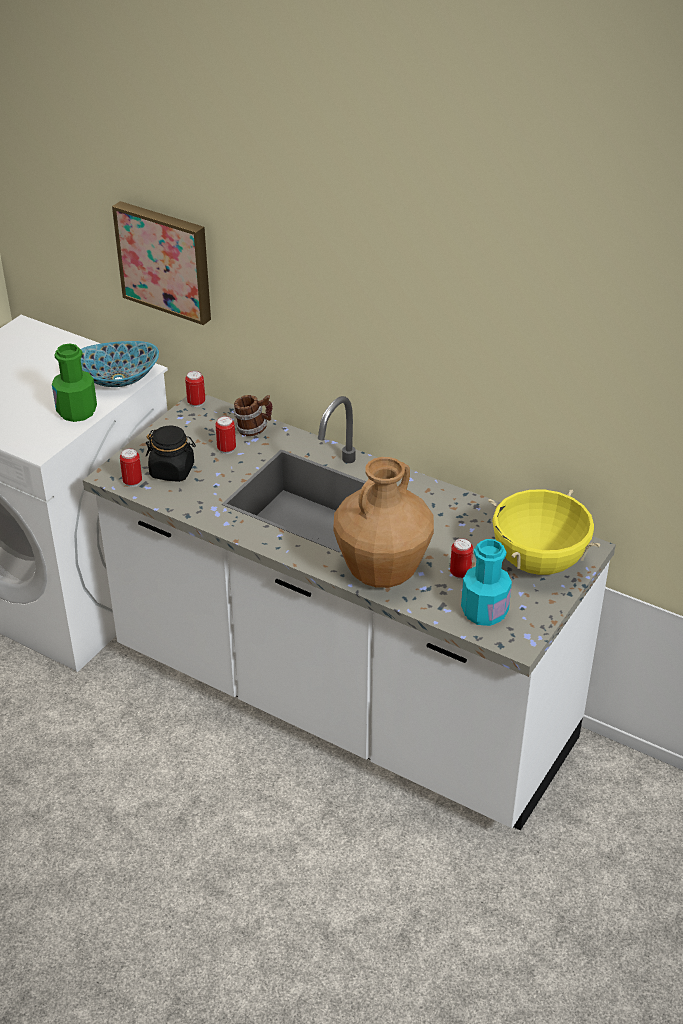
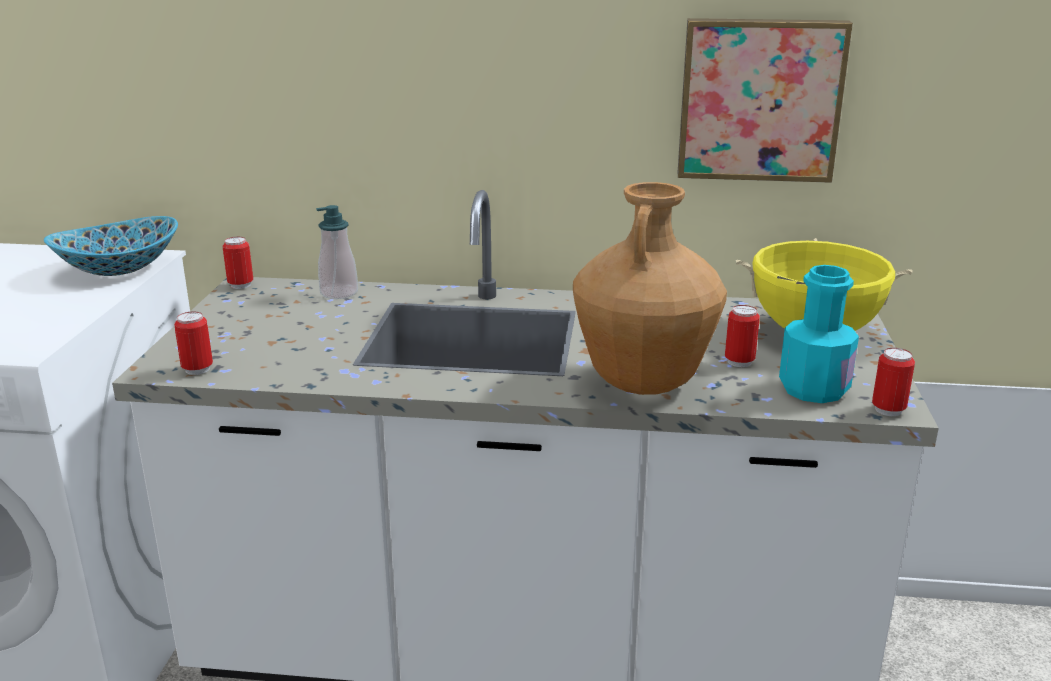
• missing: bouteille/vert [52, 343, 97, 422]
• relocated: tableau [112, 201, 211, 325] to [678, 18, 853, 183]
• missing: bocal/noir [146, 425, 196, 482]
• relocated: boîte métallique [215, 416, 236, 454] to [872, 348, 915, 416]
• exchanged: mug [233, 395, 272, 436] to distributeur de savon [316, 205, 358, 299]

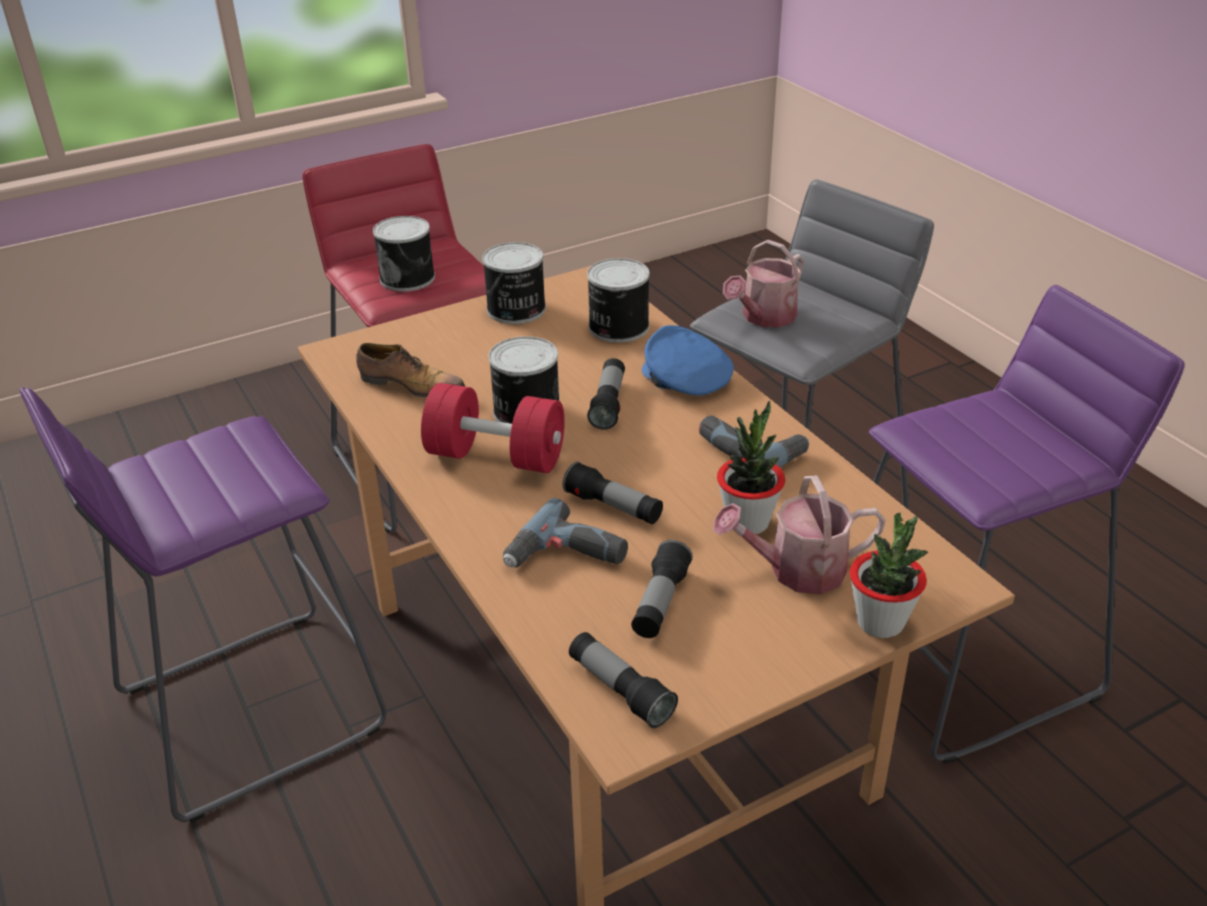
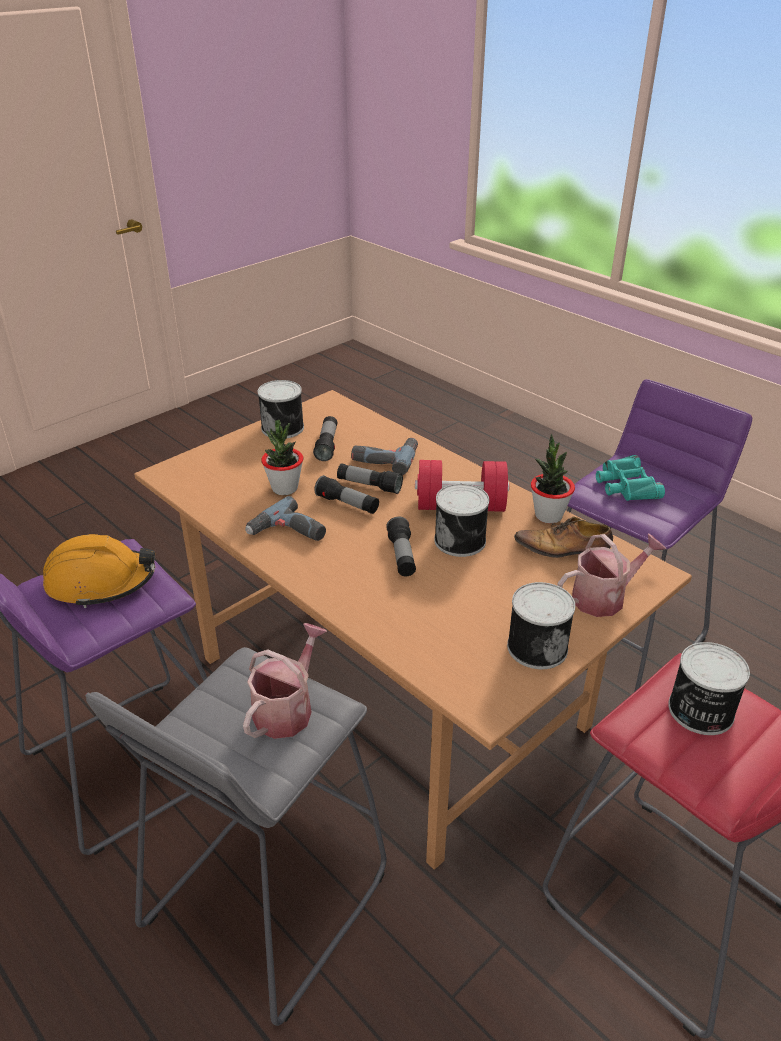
• relocated: lampe de poche [569, 632, 678, 728] to [314, 475, 379, 514]
• relocated: boîte métallique [587, 258, 650, 343] to [258, 380, 304, 439]
• missing: casquette/bleu [642, 325, 734, 396]
• relocated: arrosoir [713, 475, 886, 594] to [557, 534, 666, 617]
• relocated: plante en pot [849, 513, 929, 638] to [531, 434, 575, 523]
• appeared: casque de chantier/orange [43, 534, 155, 608]
• appeared: jumelles/turquoise [596, 455, 665, 501]

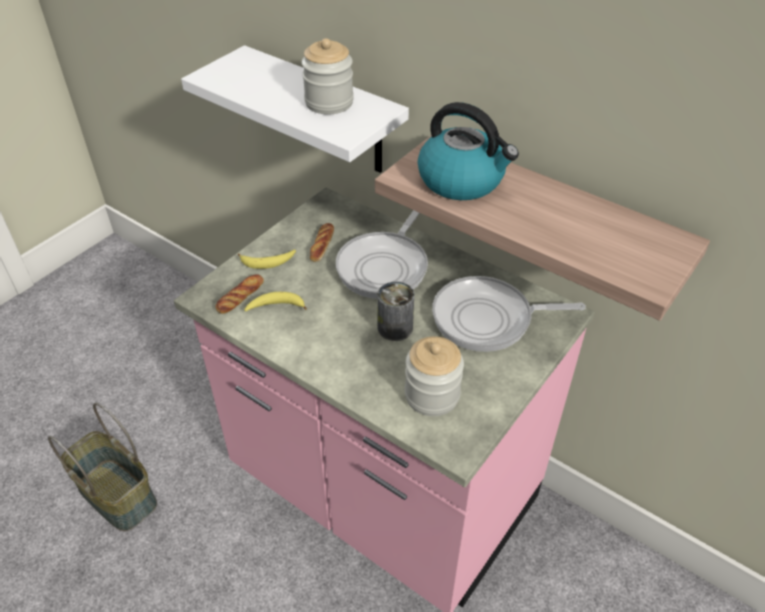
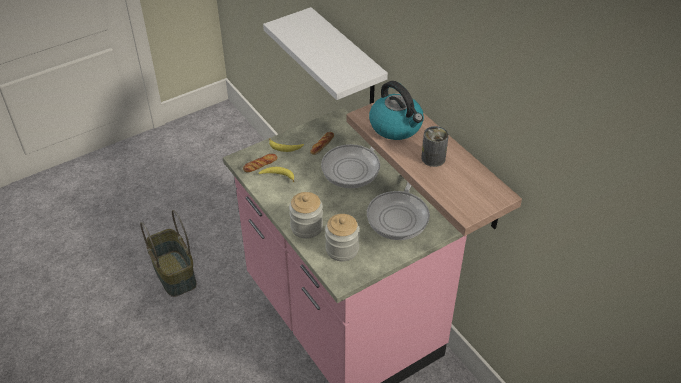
• relocated: bocal [301, 38, 354, 114] to [289, 192, 323, 239]
• relocated: boîte métallique [377, 281, 414, 341] to [421, 126, 449, 167]
• spun: poêle [432, 276, 586, 352] = [367, 182, 430, 240] 90 degrees counterclockwise

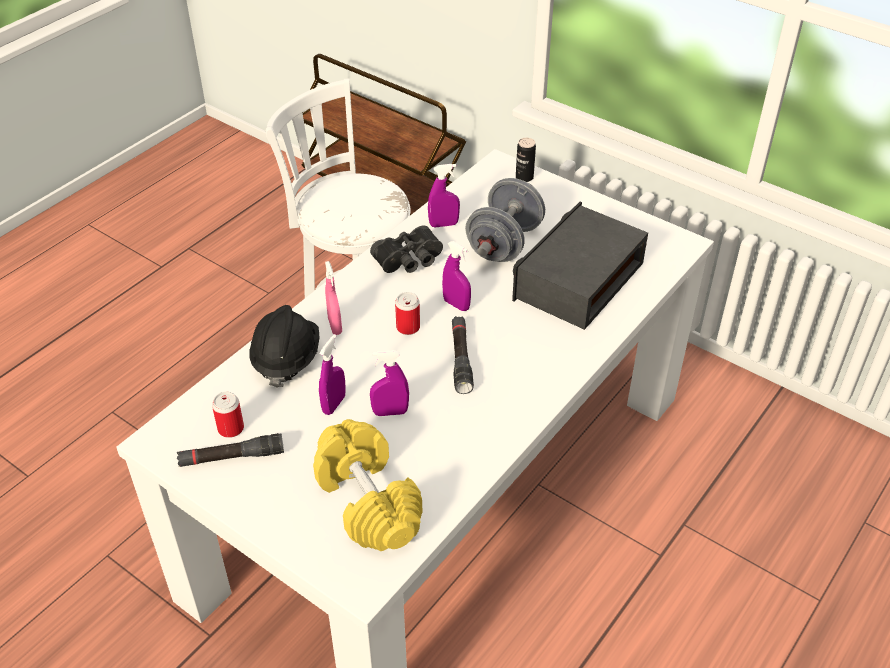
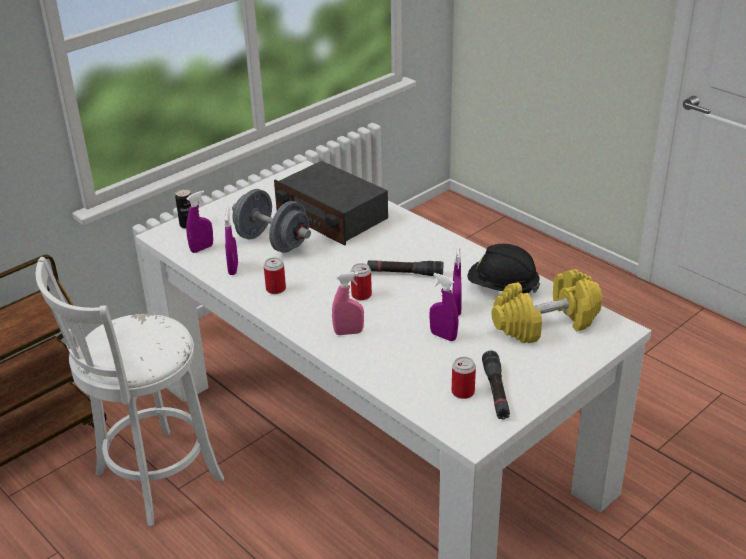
• relocated: casque de chantier/noir [249, 305, 320, 388] to [468, 244, 541, 293]
• exchanged: jumelles/noir [370, 225, 443, 273] to boîte métallique [264, 257, 286, 294]
• relocated: vaporisateur/violet [442, 241, 471, 311] to [186, 190, 213, 253]

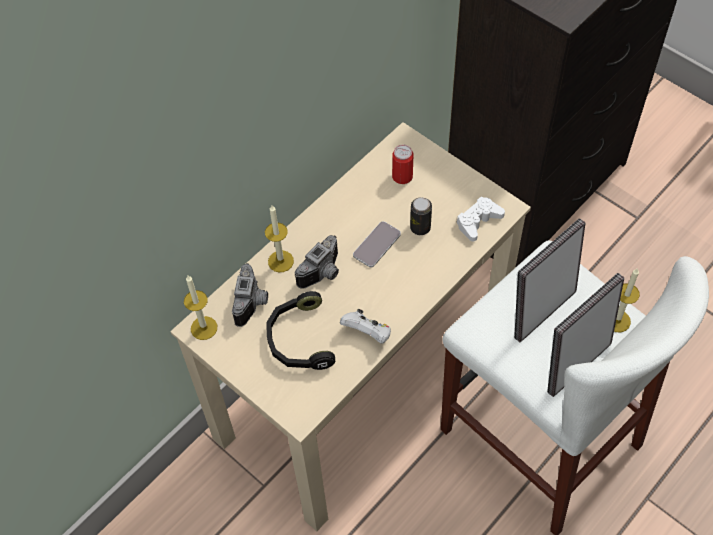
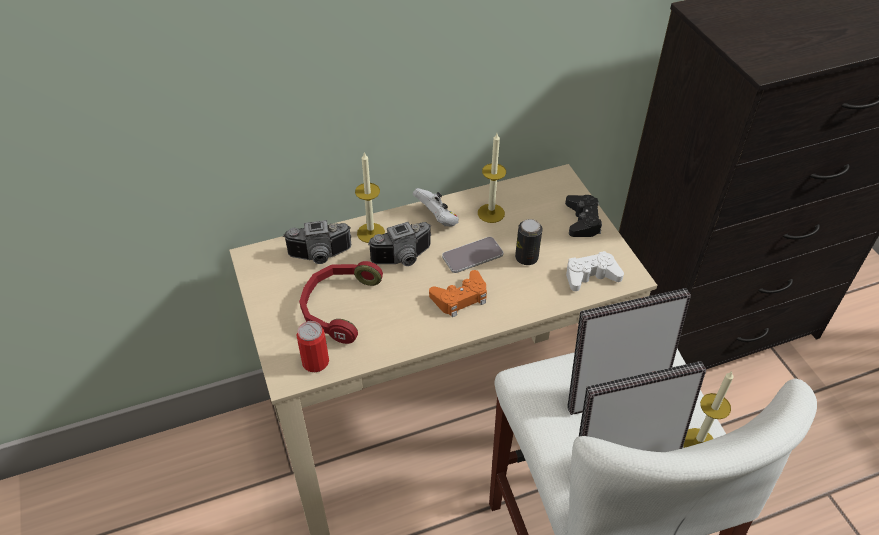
• relocated: bougie [184, 276, 217, 340] to [478, 133, 506, 223]
• spun: appareil photo [232, 263, 268, 327] = [283, 220, 352, 264] 45 degrees clockwise
• colour: casque audio/noir [266, 291, 335, 370] to casque audio/rouge [299, 261, 383, 344]
• relocated: manette/blanc [340, 309, 391, 344] to [413, 188, 459, 226]
• relocated: boîte métallique [392, 145, 414, 184] to [297, 321, 329, 372]
• appeared: manette/orange [429, 270, 487, 317]
• appeared: manette/noir [565, 195, 602, 237]

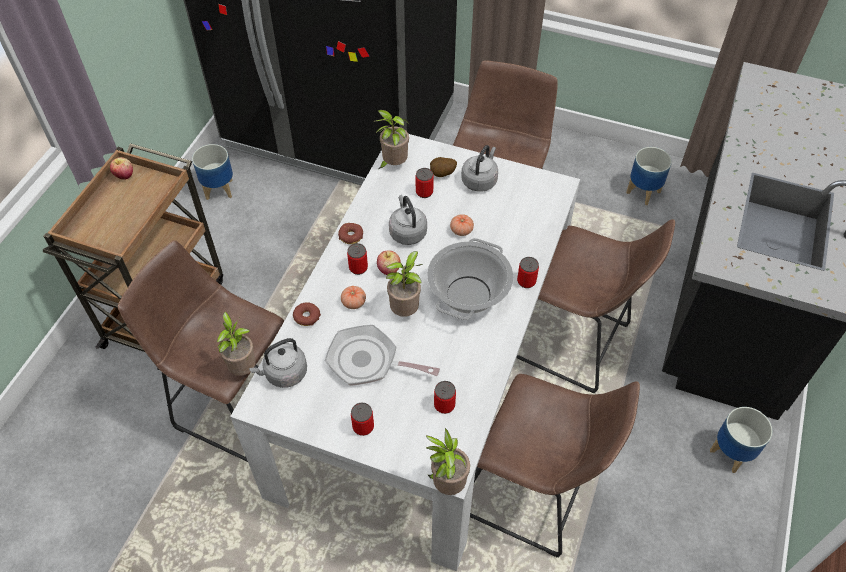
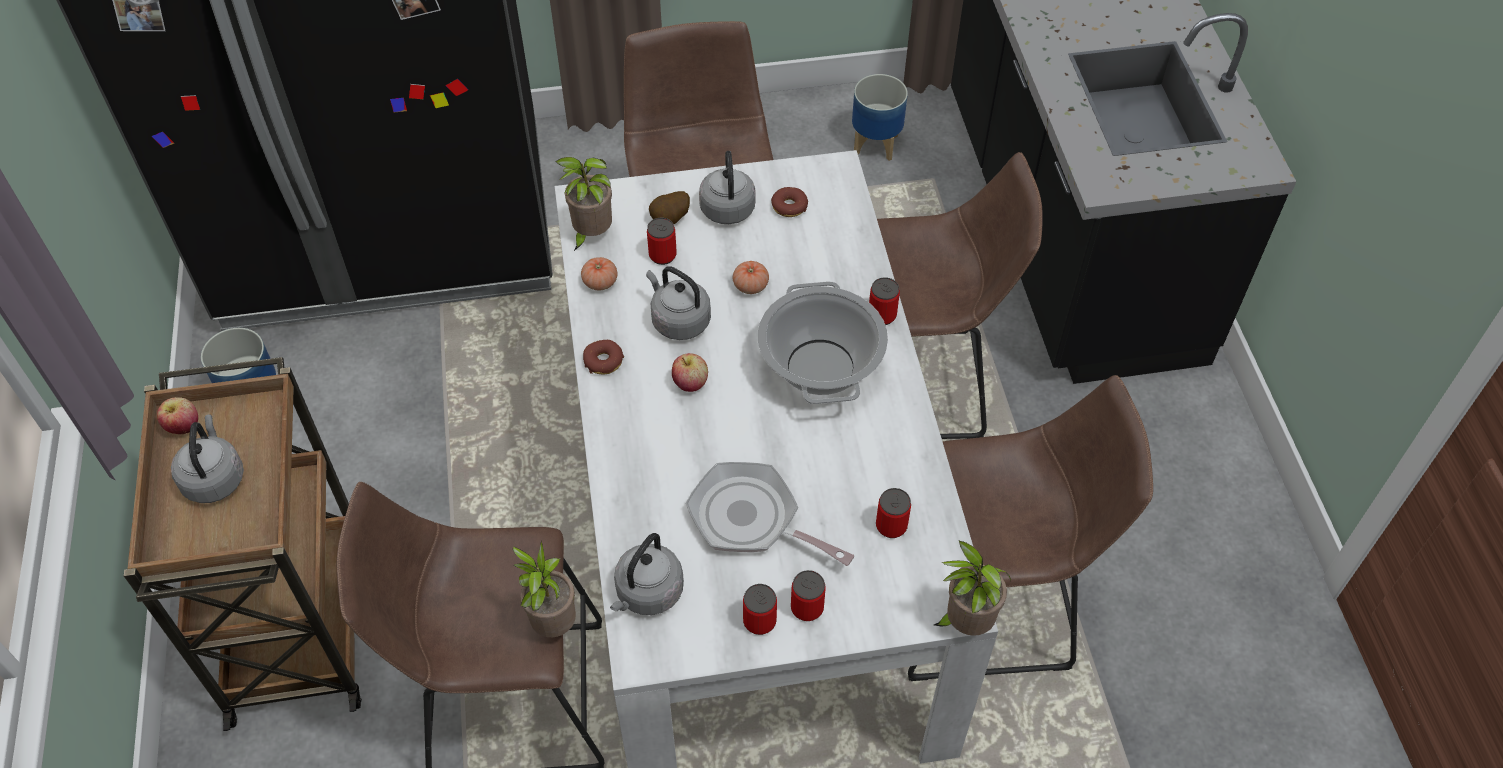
• relocated: beignet [293, 302, 321, 326] to [771, 187, 808, 217]
• spun: poêle [325, 325, 440, 386] = [686, 462, 854, 566] 45 degrees clockwise
• relocated: tomate [341, 286, 366, 309] to [581, 257, 618, 290]
• relocated: boîte métallique [347, 243, 368, 275] to [743, 584, 777, 635]
• missing: plante en pot [386, 251, 423, 317]
• missing: cache-pot [710, 407, 773, 473]
• appeared: bouilloire/gris [171, 414, 244, 503]

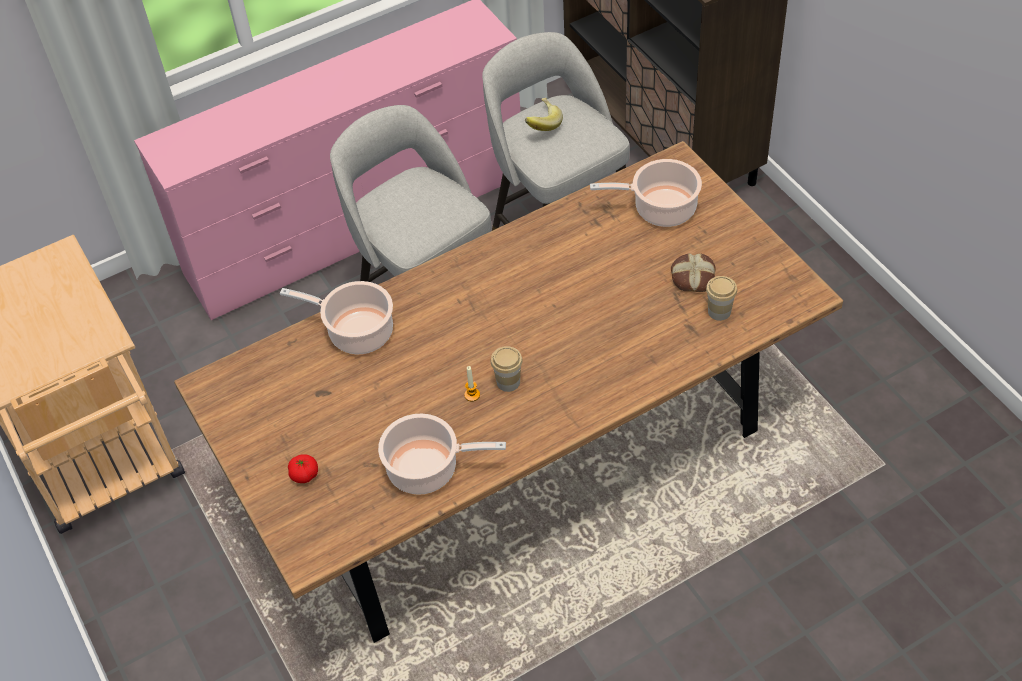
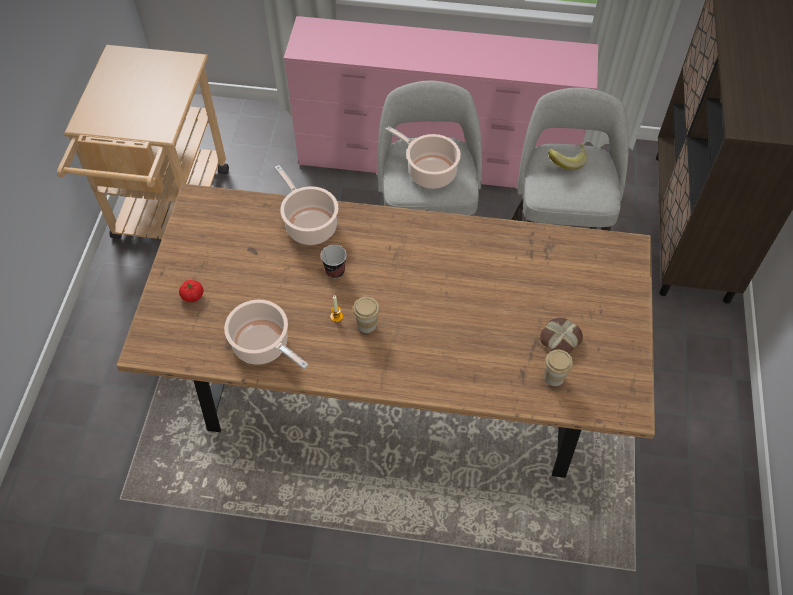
• relocated: marmite [590, 159, 702, 227] to [385, 126, 461, 189]
• appeared: tasse [321, 245, 347, 279]

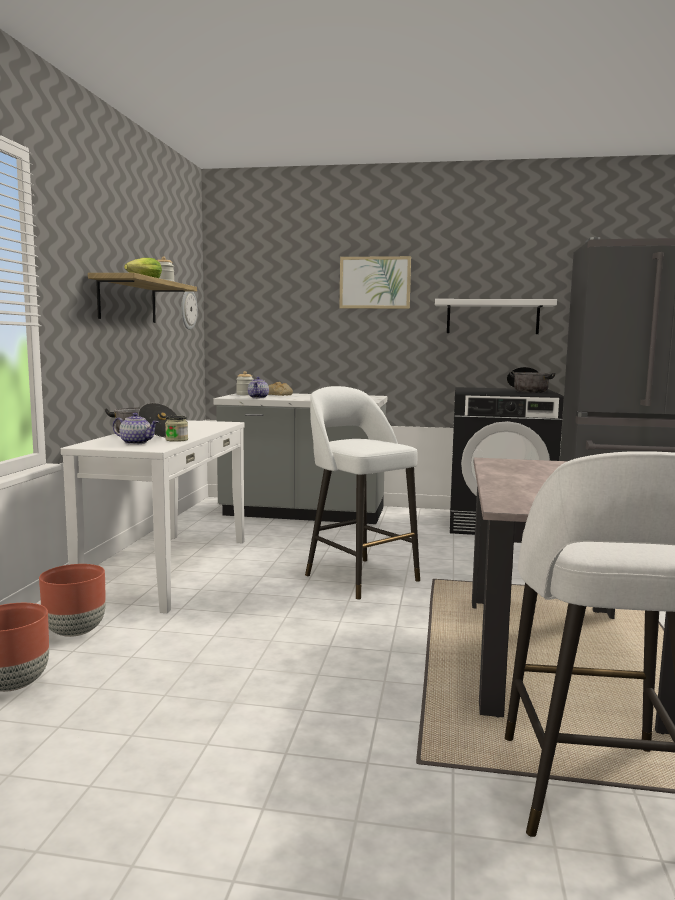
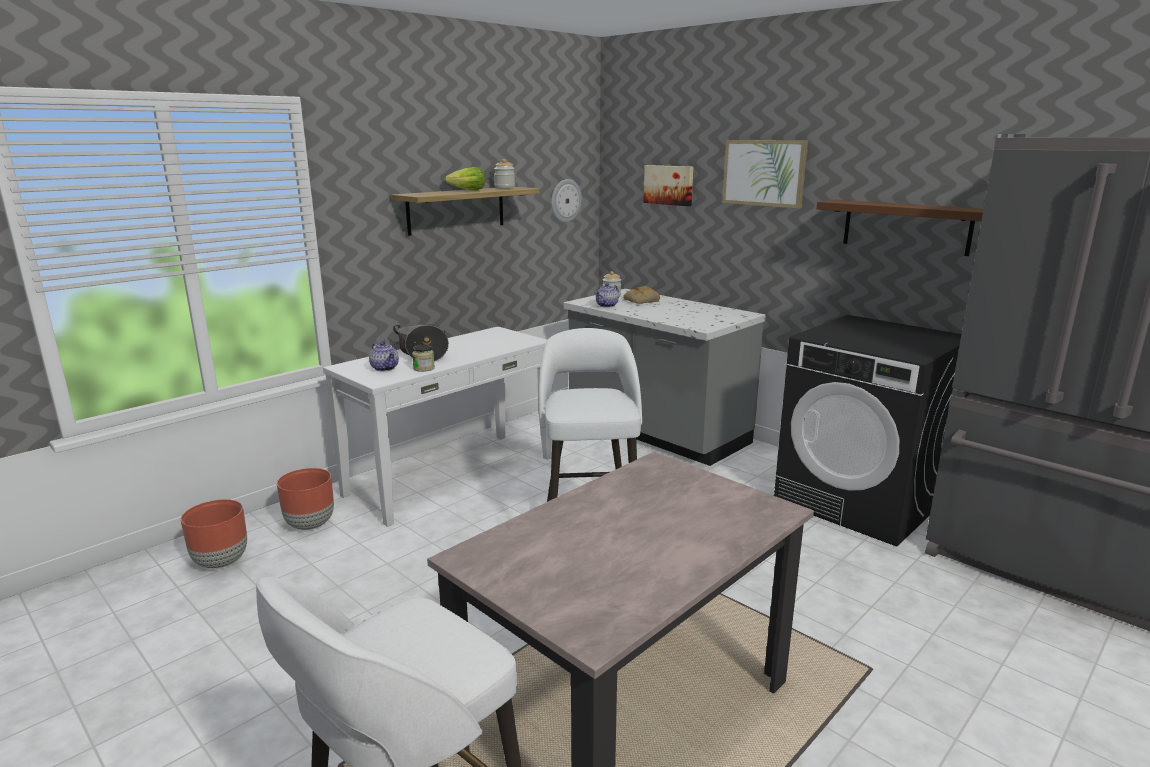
• colour: étagère/blanc [435, 299, 557, 334] to étagère/marron [816, 200, 984, 256]
• missing: marmite [507, 367, 555, 393]
• appeared: tableau [644, 165, 693, 206]

